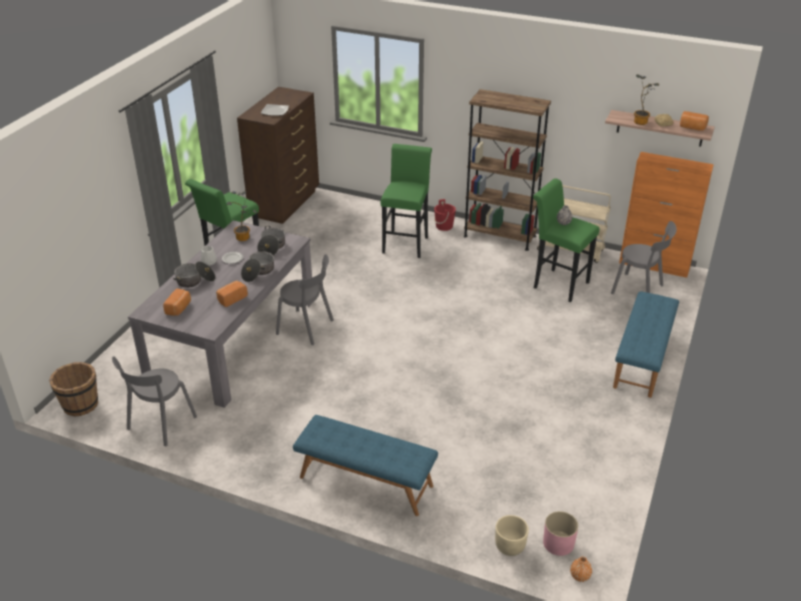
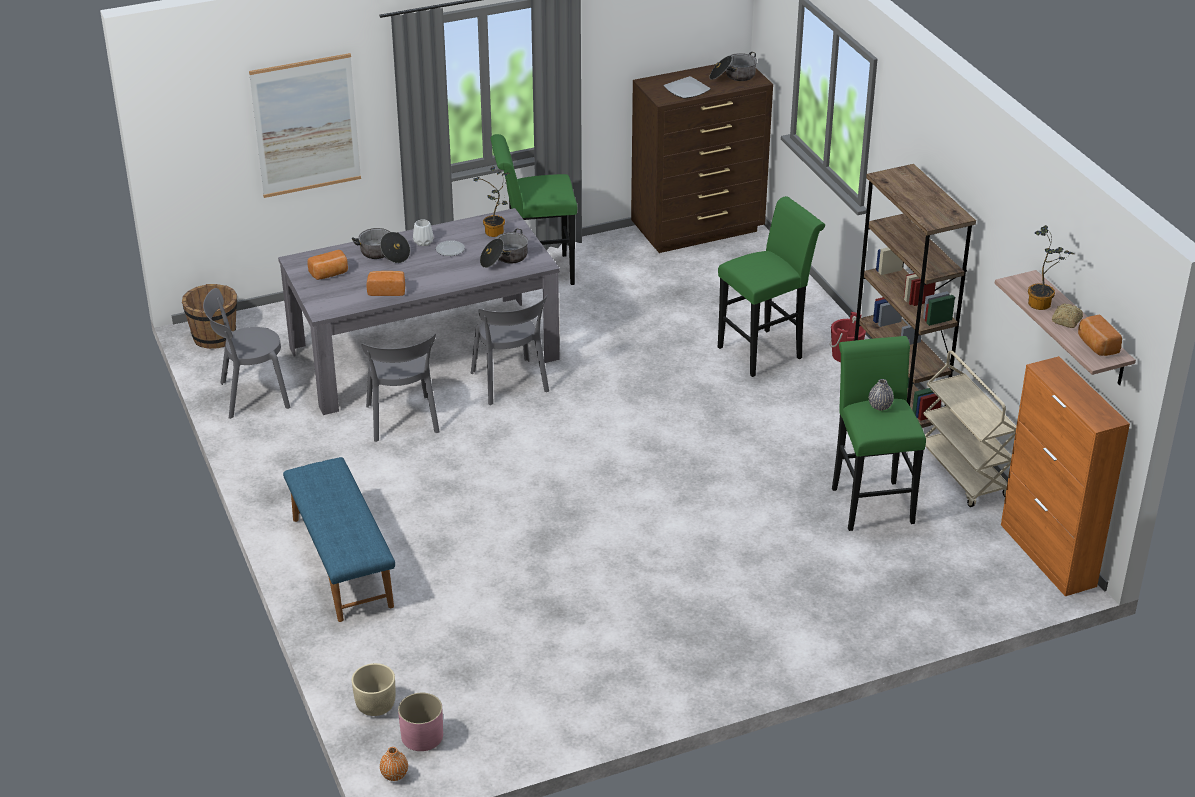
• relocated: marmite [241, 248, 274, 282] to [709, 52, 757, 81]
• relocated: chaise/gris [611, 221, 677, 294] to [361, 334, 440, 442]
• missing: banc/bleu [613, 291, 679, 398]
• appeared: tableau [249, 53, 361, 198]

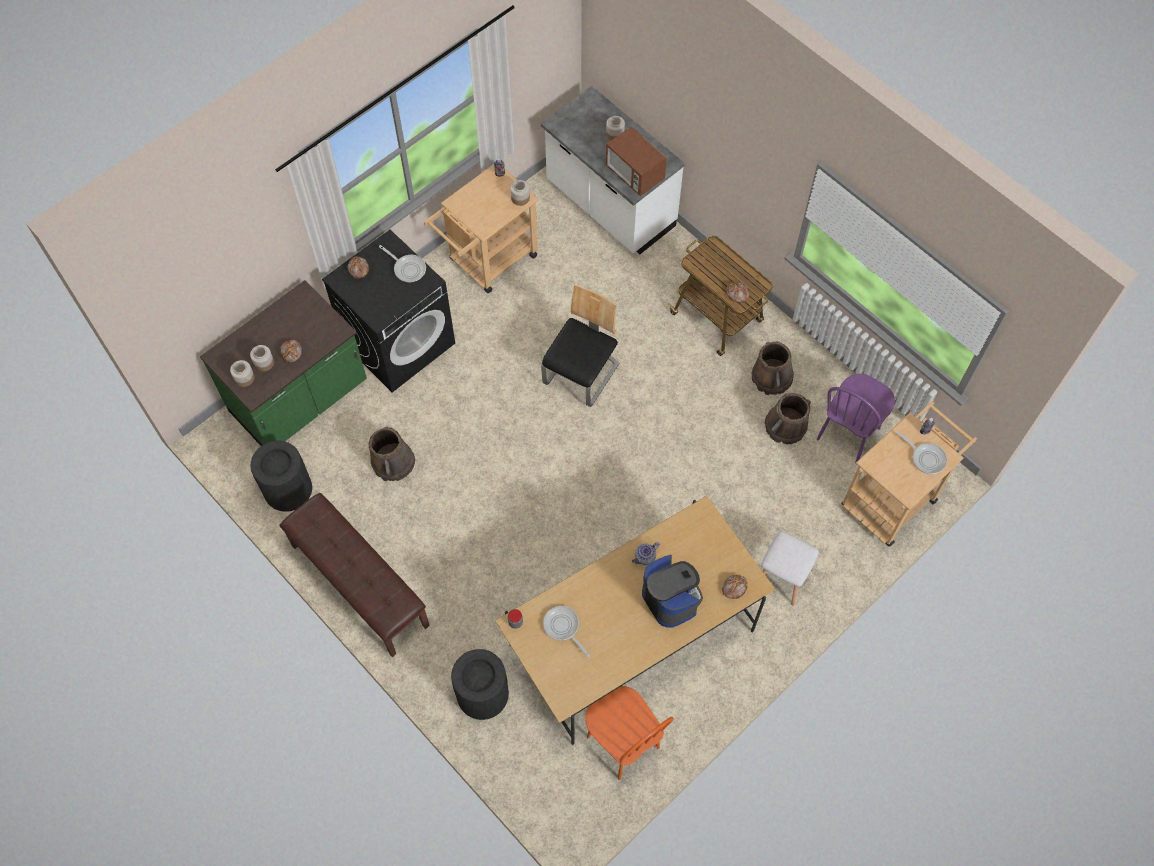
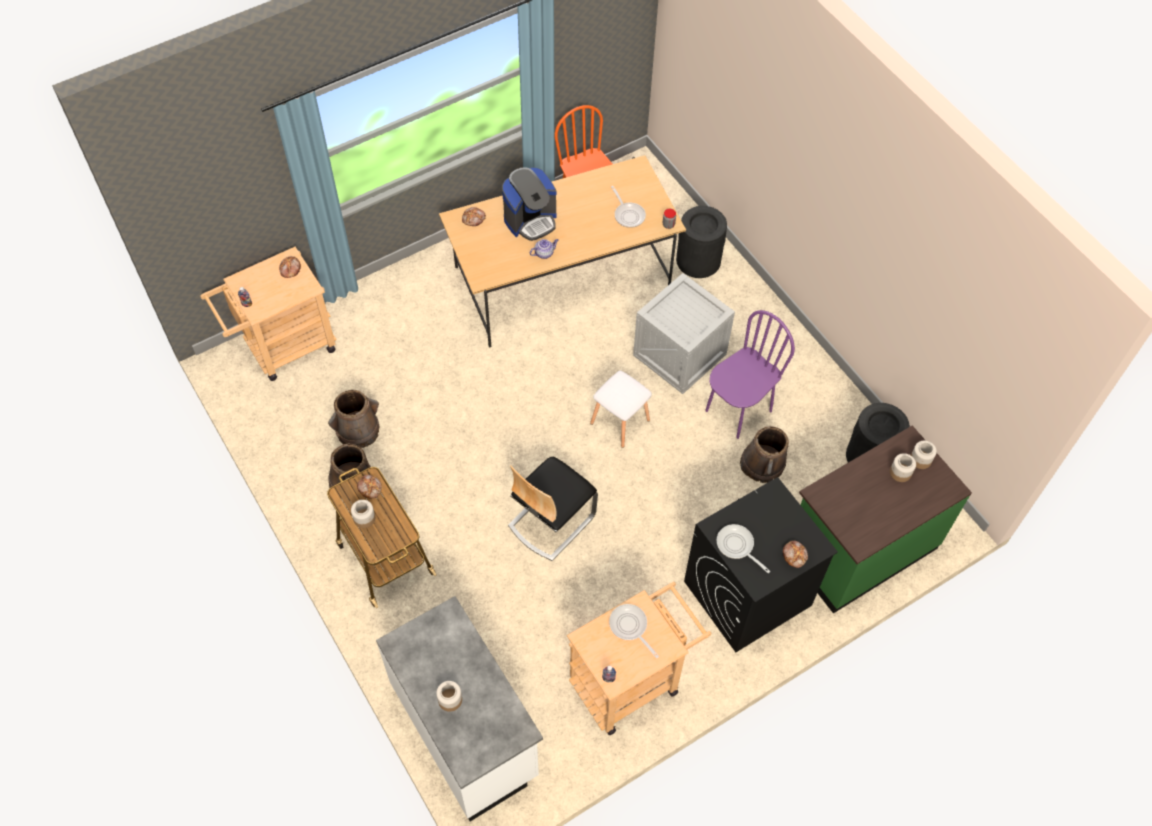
• missing: banc/marron [279, 493, 430, 657]
• relocated: pain [280, 340, 302, 363] to [279, 256, 301, 278]
• relocated: bocal [510, 180, 530, 206] to [351, 500, 375, 528]
• missing: micro-ondes [606, 126, 667, 196]
• spun: machine à café [642, 555, 703, 628] = [502, 167, 557, 241] 105 degrees counterclockwise
• relocated: tabouret/blanc [761, 531, 819, 605] to [590, 371, 652, 448]
• relocated: chaise/violet [817, 374, 895, 464] to [705, 310, 795, 439]
• relocated: poêle [896, 430, 947, 474] to [609, 604, 659, 658]
• appeared: caisse [633, 273, 735, 394]

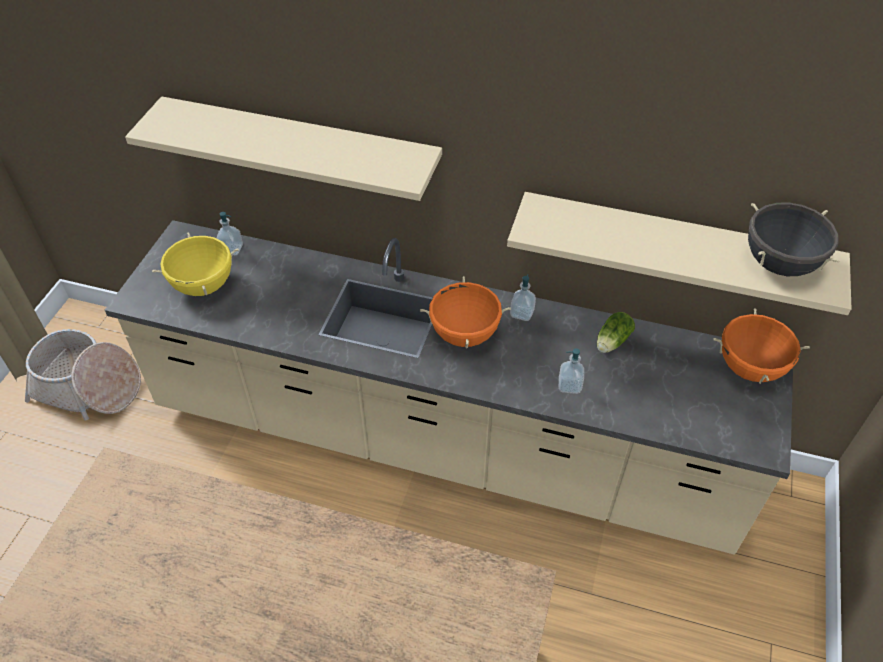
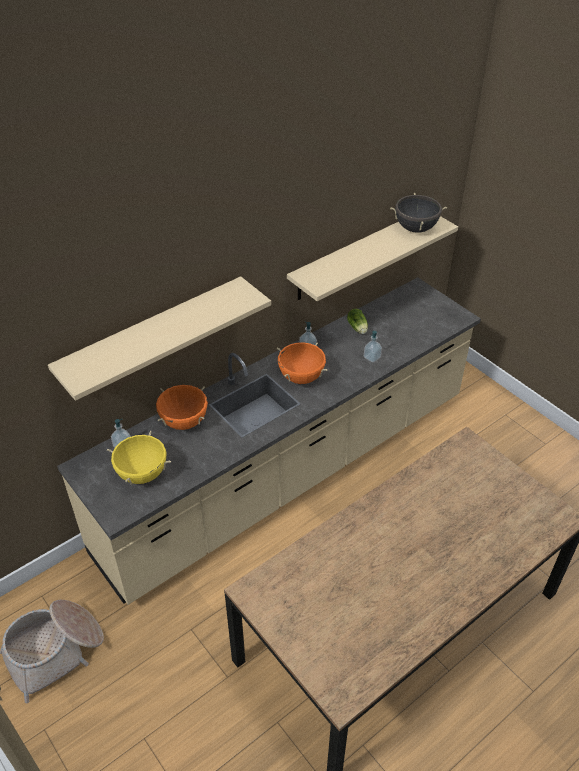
• relocated: marmite/orange [713, 308, 810, 384] to [156, 385, 208, 430]

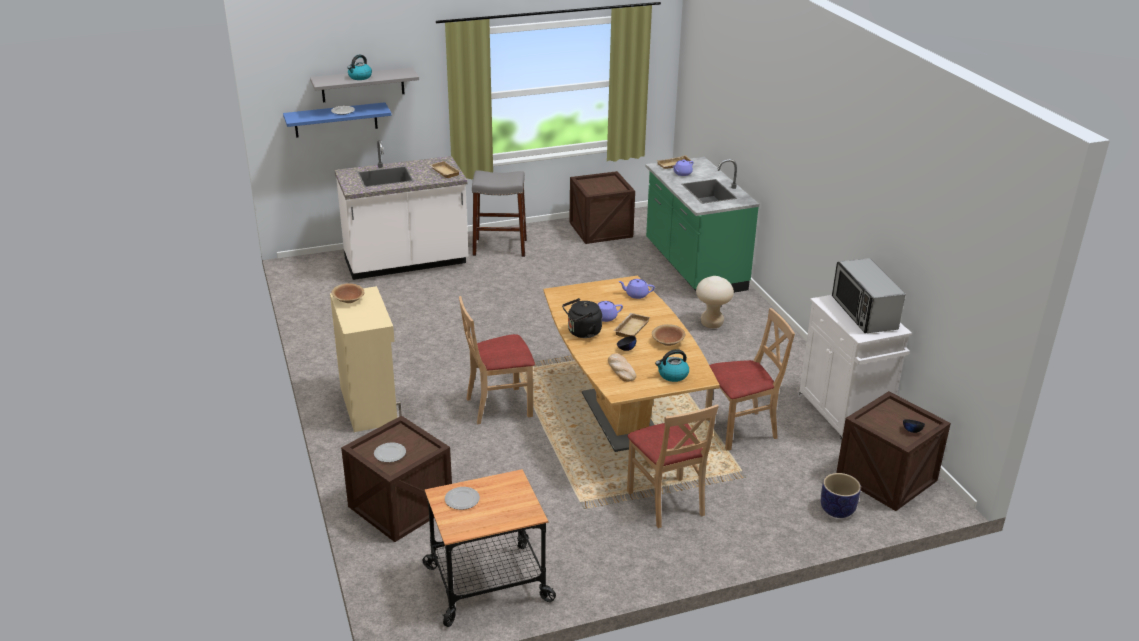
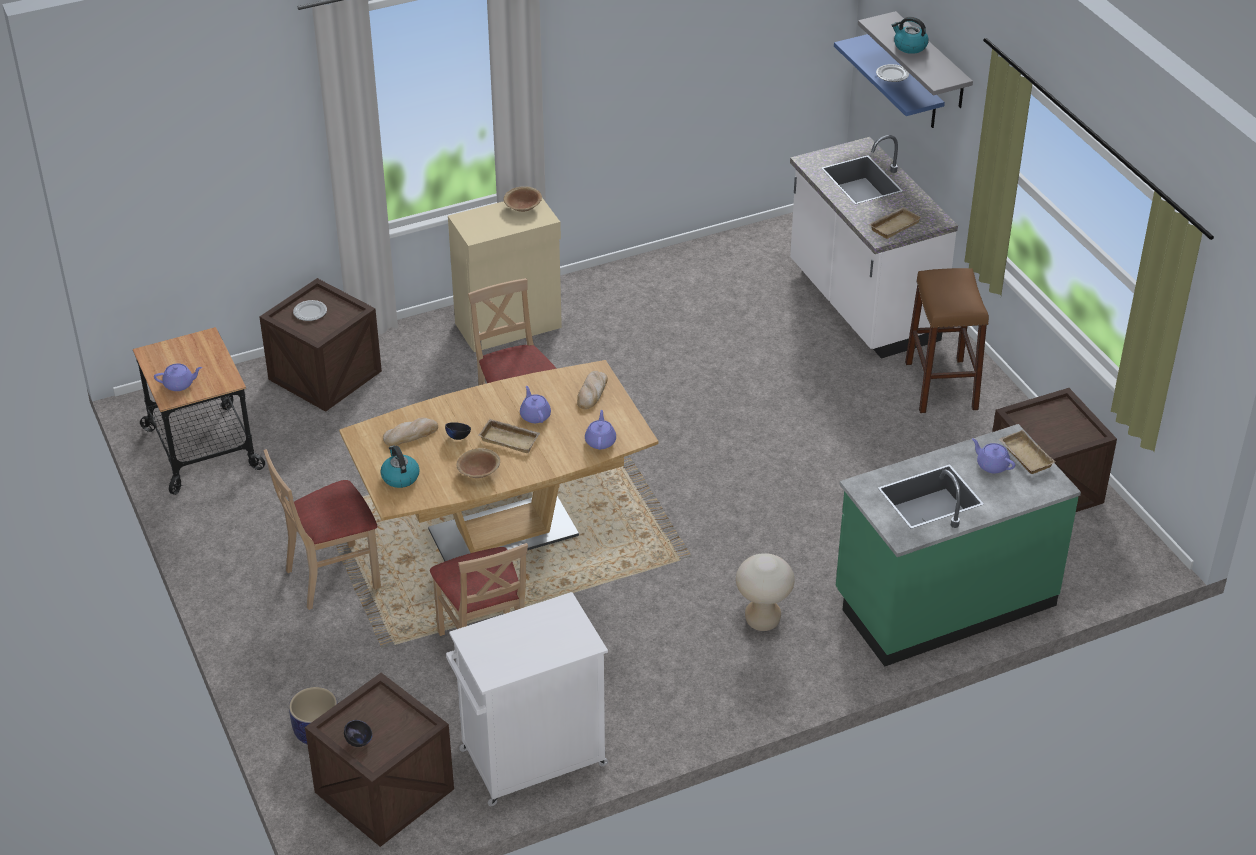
• missing: assiette [445, 487, 480, 510]
• colour: tabouret/gris [472, 170, 527, 257] to tabouret/marron [905, 268, 989, 413]
• missing: bouilloire/noir [562, 298, 602, 338]
• missing: micro-ondes [832, 258, 905, 333]
• appeared: théière/violet [154, 363, 202, 391]
• appeared: pain [577, 371, 608, 409]

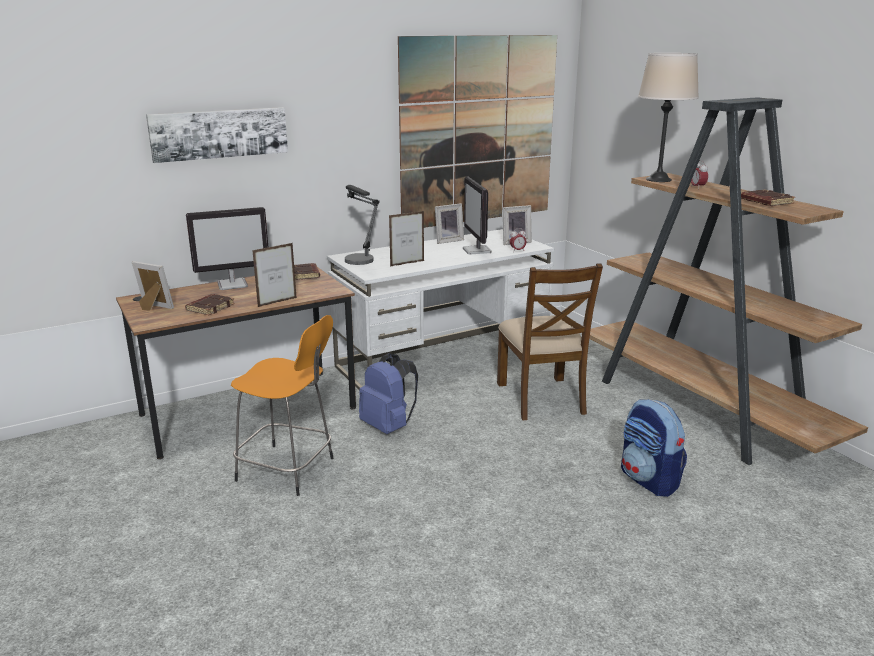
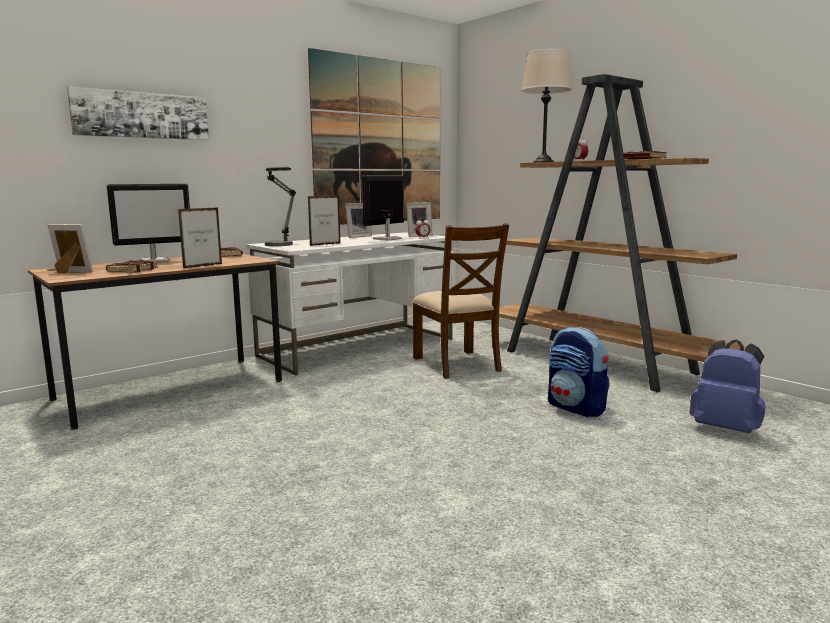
• missing: tabouret/orange [231, 315, 334, 496]
• relocated: sac à dos/bleu [359, 353, 418, 434] to [690, 339, 766, 433]
• spun: écran d'ordinateur [463, 177, 492, 254] = [362, 175, 404, 241] 60 degrees clockwise

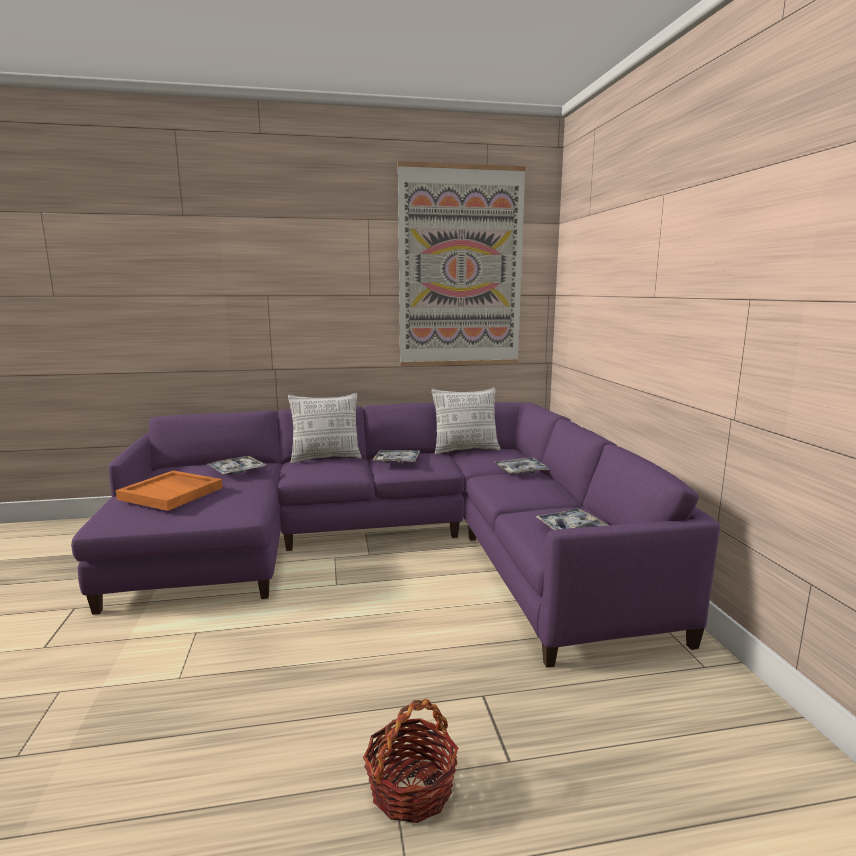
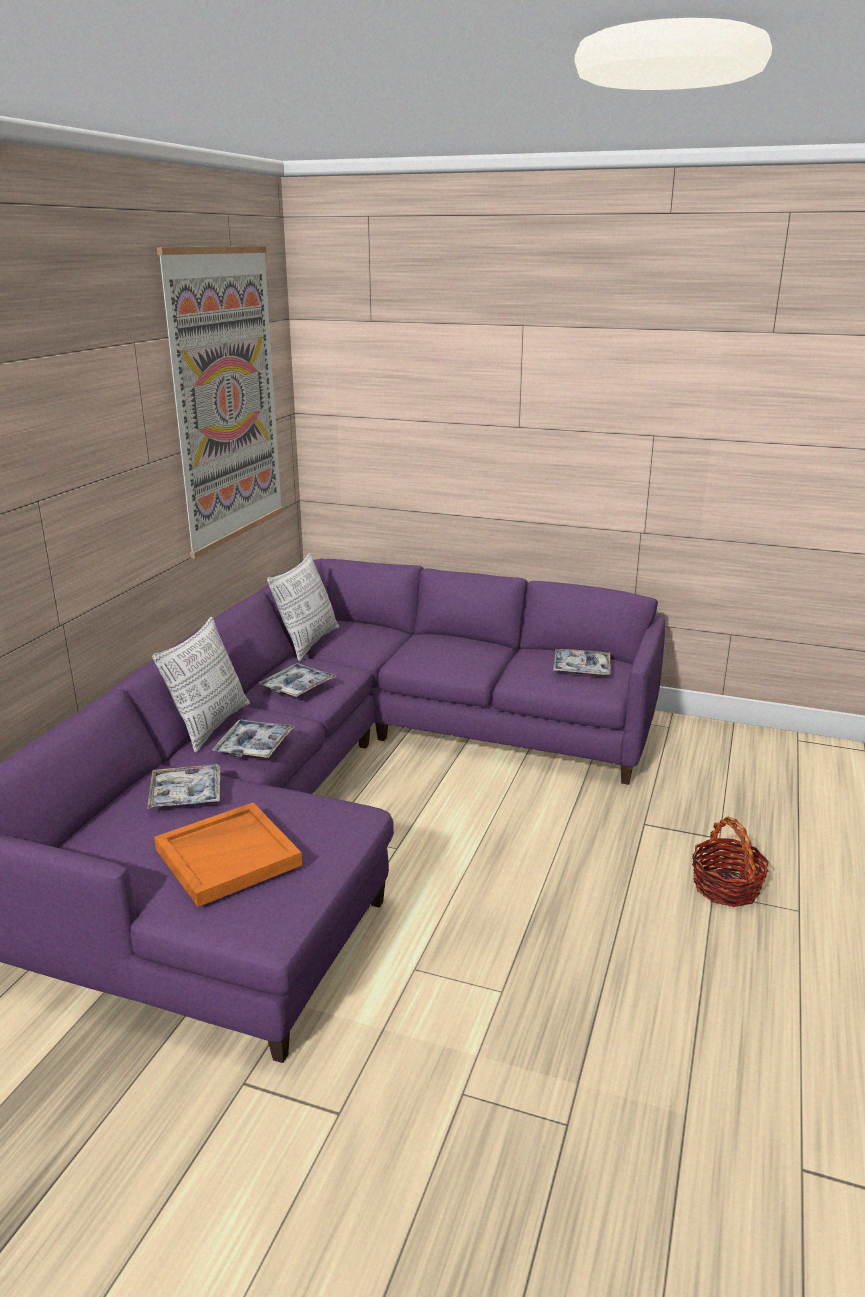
• relocated: plateau [494, 457, 550, 474] to [212, 719, 295, 758]

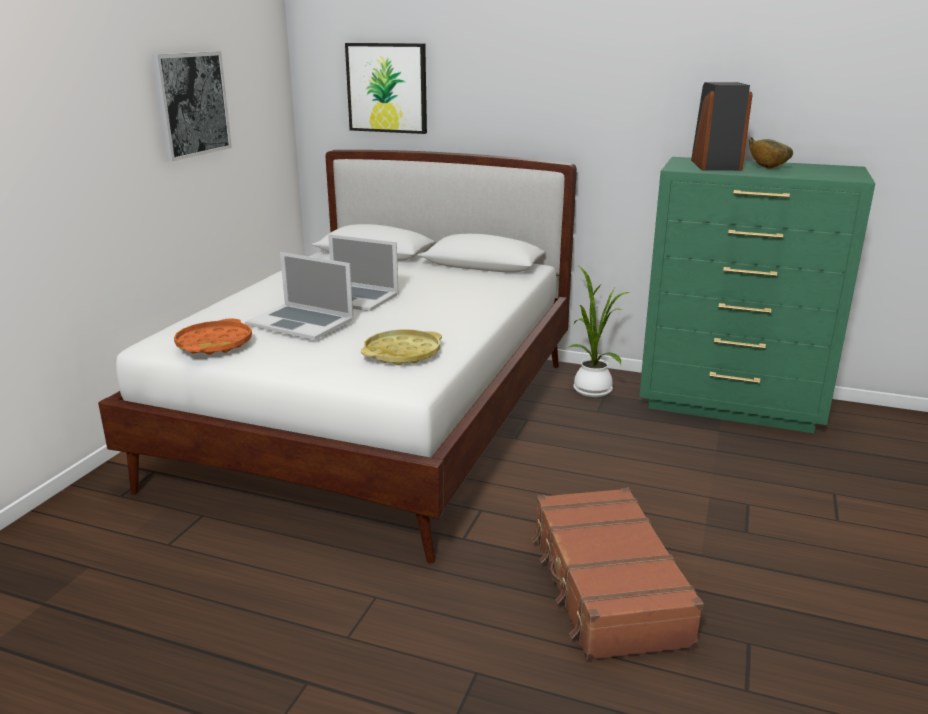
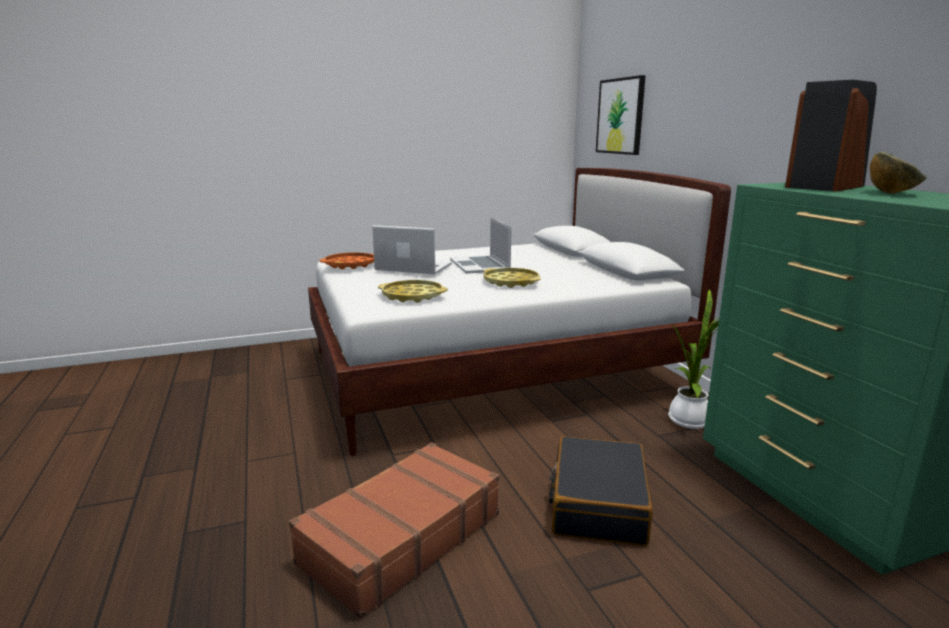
• missing: tableau [151, 51, 232, 161]
• spun: ordinateur portable [245, 252, 353, 340] = [372, 225, 452, 275] 120 degrees clockwise
• appeared: plateau/jaune [484, 268, 541, 288]
• appeared: valise/noir [549, 436, 653, 546]

